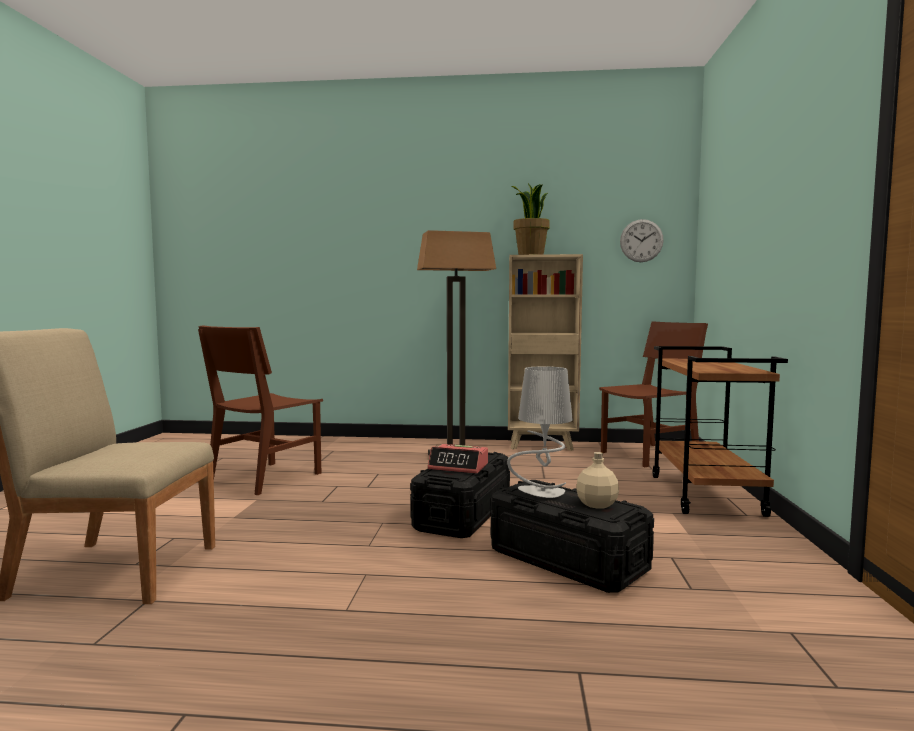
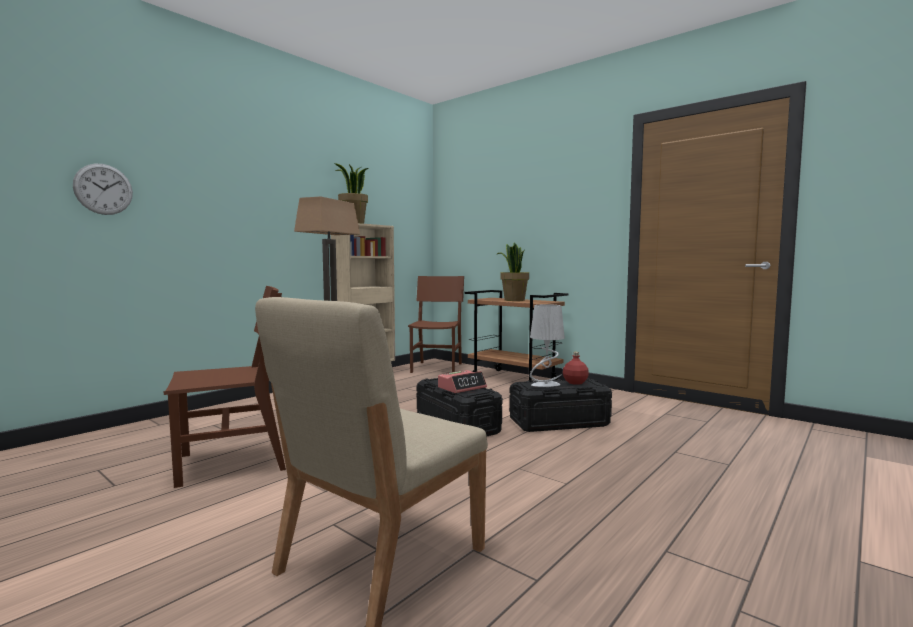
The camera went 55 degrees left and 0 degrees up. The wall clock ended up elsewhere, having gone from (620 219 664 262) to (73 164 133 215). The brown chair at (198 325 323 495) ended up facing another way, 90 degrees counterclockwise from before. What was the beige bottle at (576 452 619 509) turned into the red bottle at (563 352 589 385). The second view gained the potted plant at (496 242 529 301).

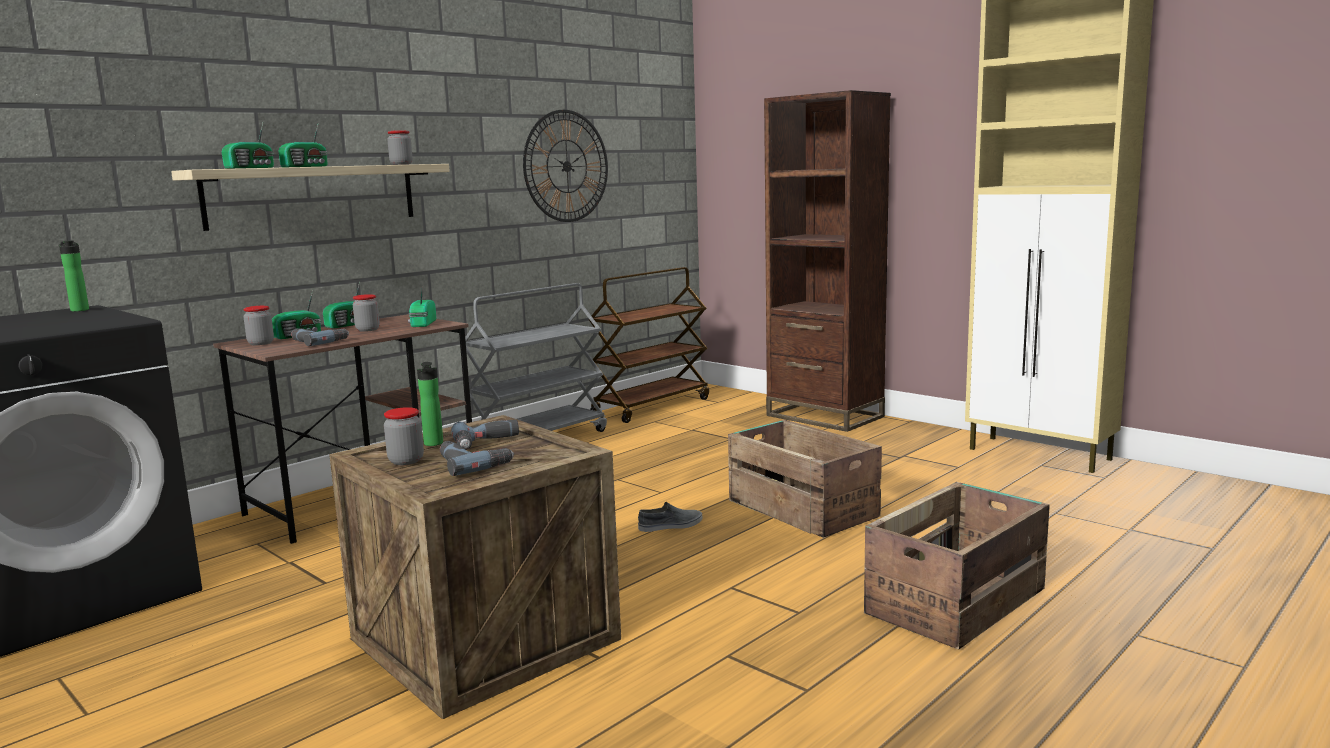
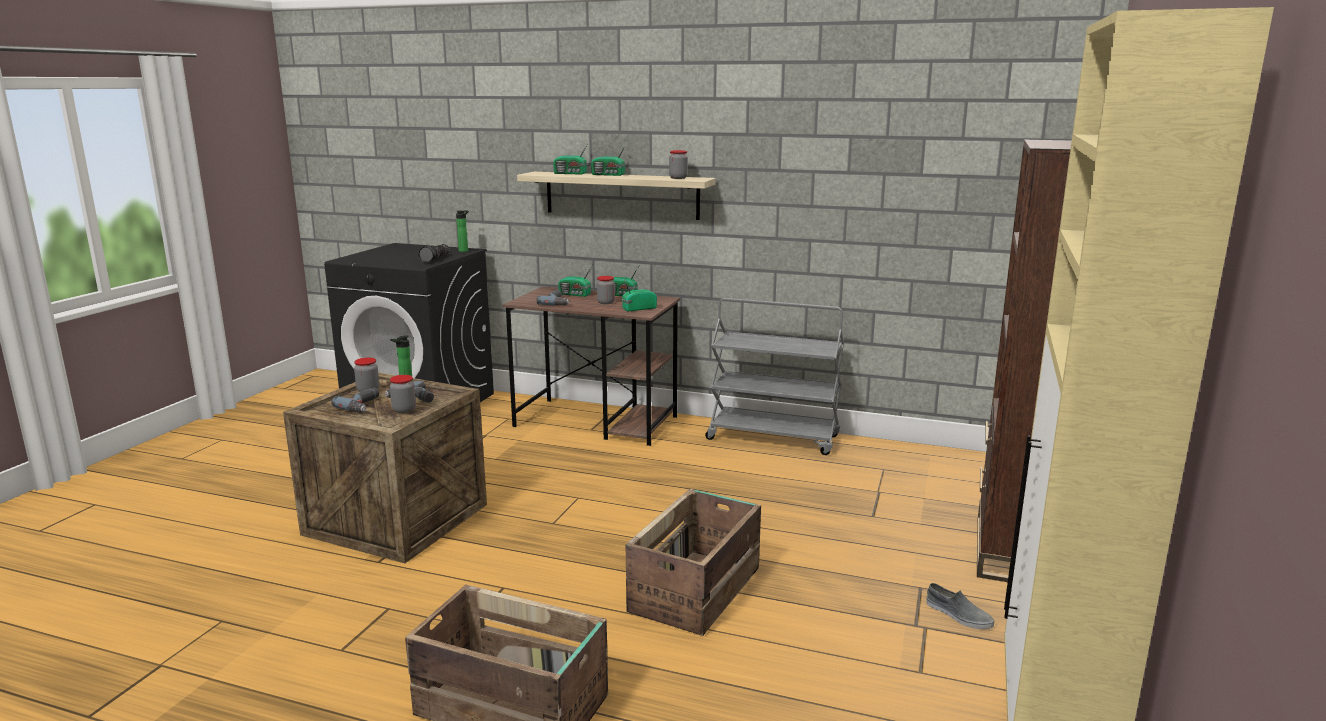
The camera went 65 degrees right and 5 degrees up. The second view lost the wall clock at (523 110 608 222). The second view lost the brown cart at (589 267 709 423). The jar ended up elsewhere, having gone from (243 306 274 345) to (390 375 416 413). The grey shoe ended up elsewhere, having gone from (638 502 703 532) to (926 583 994 629). The second view gained the flashlight at (418 244 449 262).

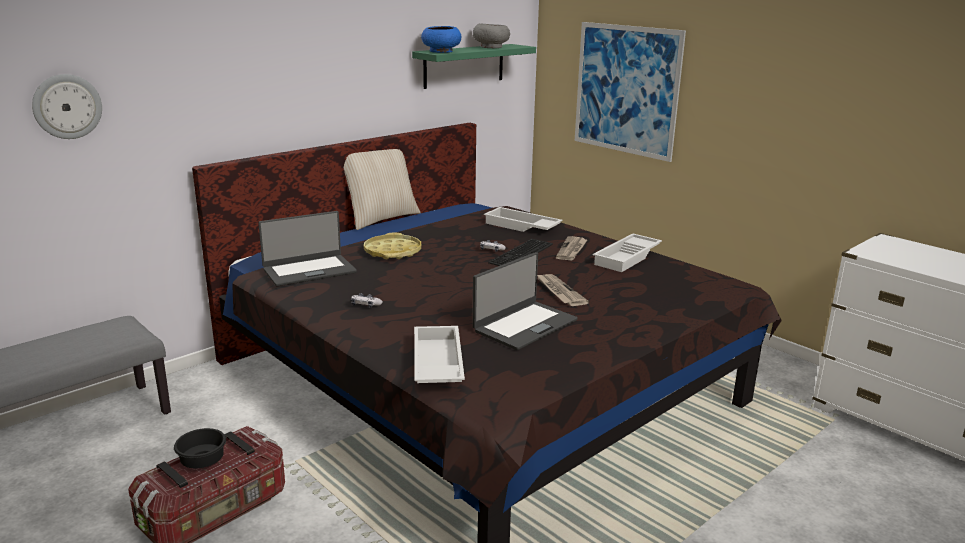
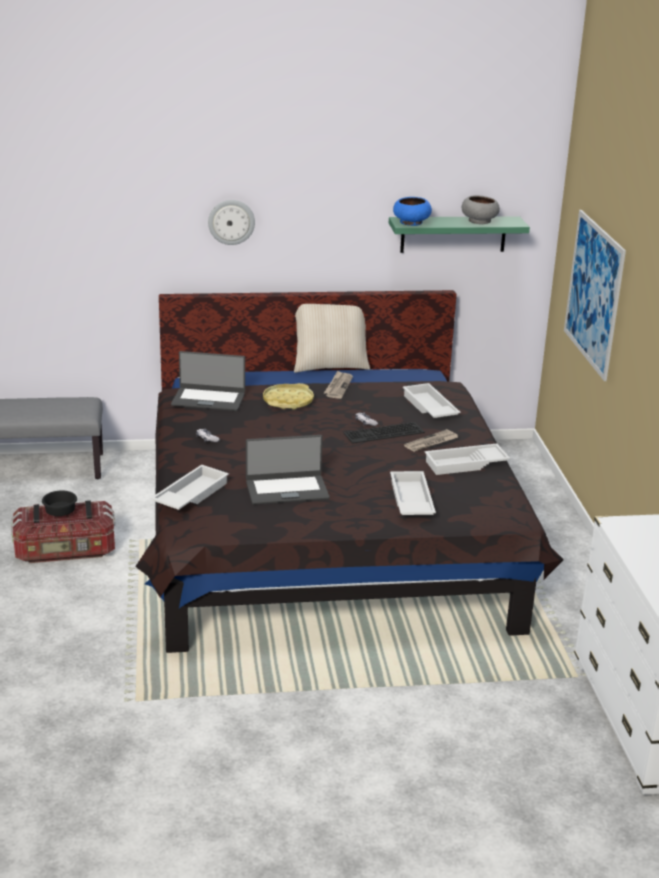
The camera went 35 degrees right and 5 degrees up. The wall clock ended up elsewhere, having gone from (32 74 102 139) to (208 200 255 245). The newspaper ended up elsewhere, having gone from (537 274 589 306) to (324 371 353 399). The second view gained the white tray at (390 471 436 515).

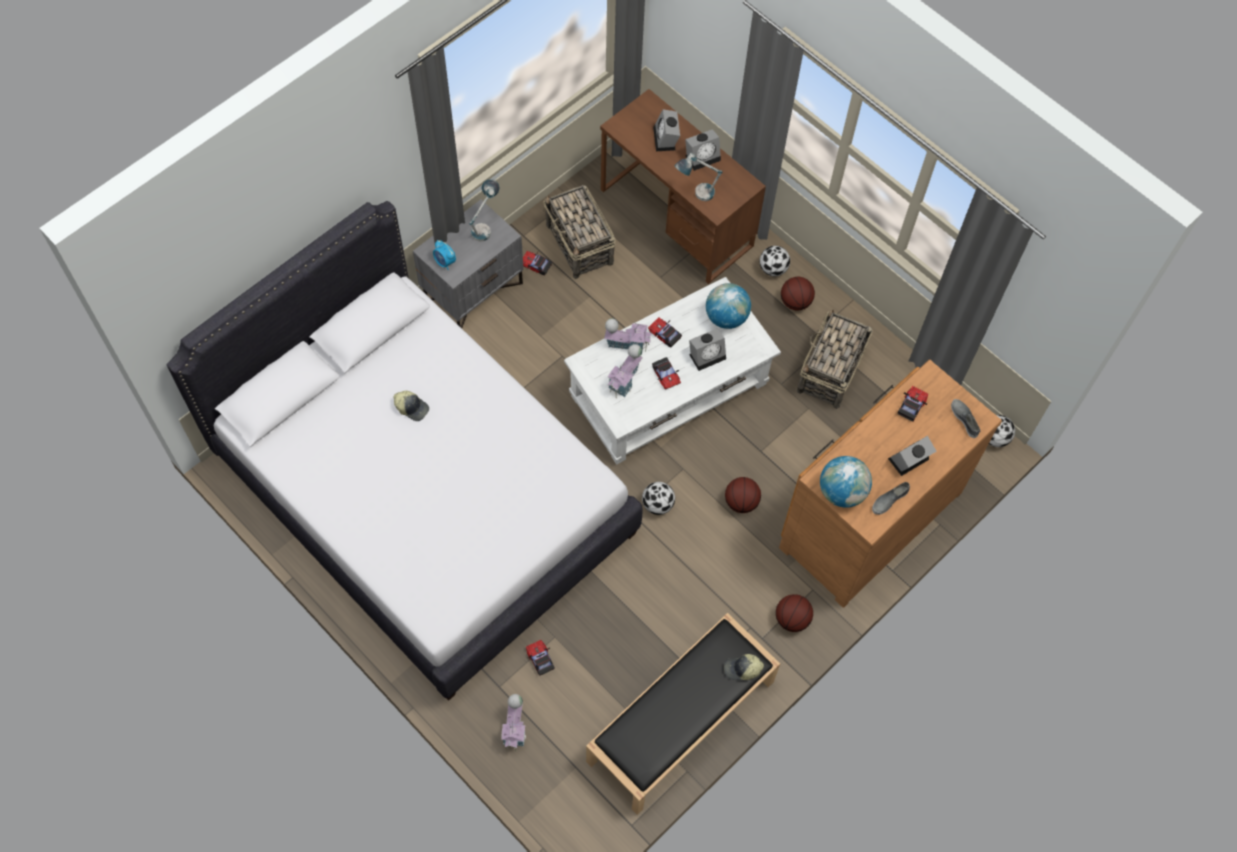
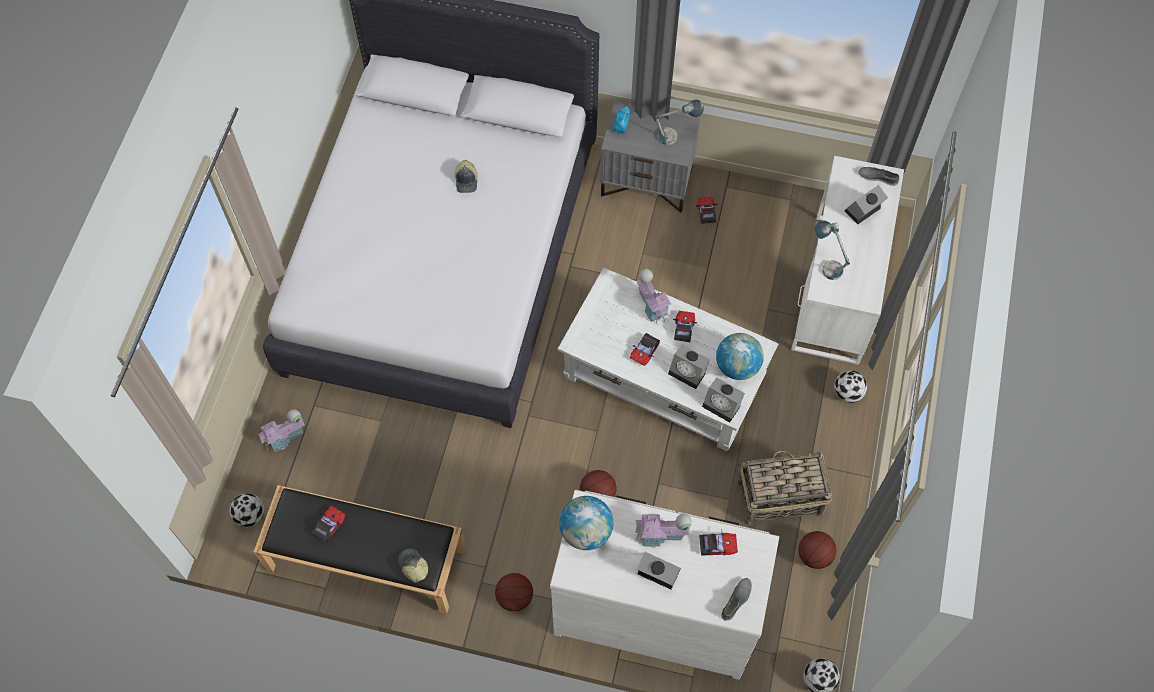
The camera went 60 degrees right and 0 degrees up. What was the brown desk at (600 89 766 284) turned into the white desk at (791 156 904 365). The alarm clock ended up elsewhere, having gone from (685 129 721 171) to (702 377 745 423). The second view lost the basket at (543 185 616 279). The basketball ended up elsewhere, having gone from (781 277 815 310) to (799 531 837 569). The toy house ended up elsewhere, having gone from (608 344 643 398) to (635 514 692 548). What was the brown dresser at (779 360 1002 608) turned into the white dresser at (550 489 779 680). The football ended up elsewhere, having gone from (642 482 675 515) to (229 493 264 527). The grey shoe ended up elsewhere, having gone from (872 482 910 515) to (859 167 899 186). The toy car ended up elsewhere, having gone from (526 640 555 676) to (311 506 345 542).

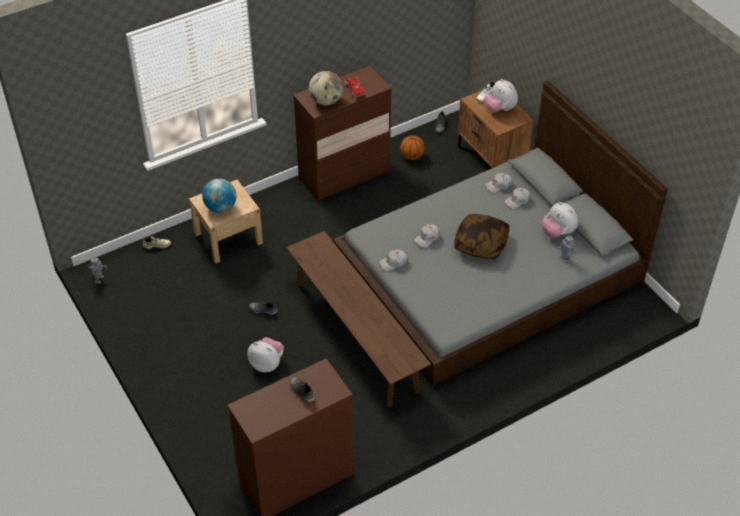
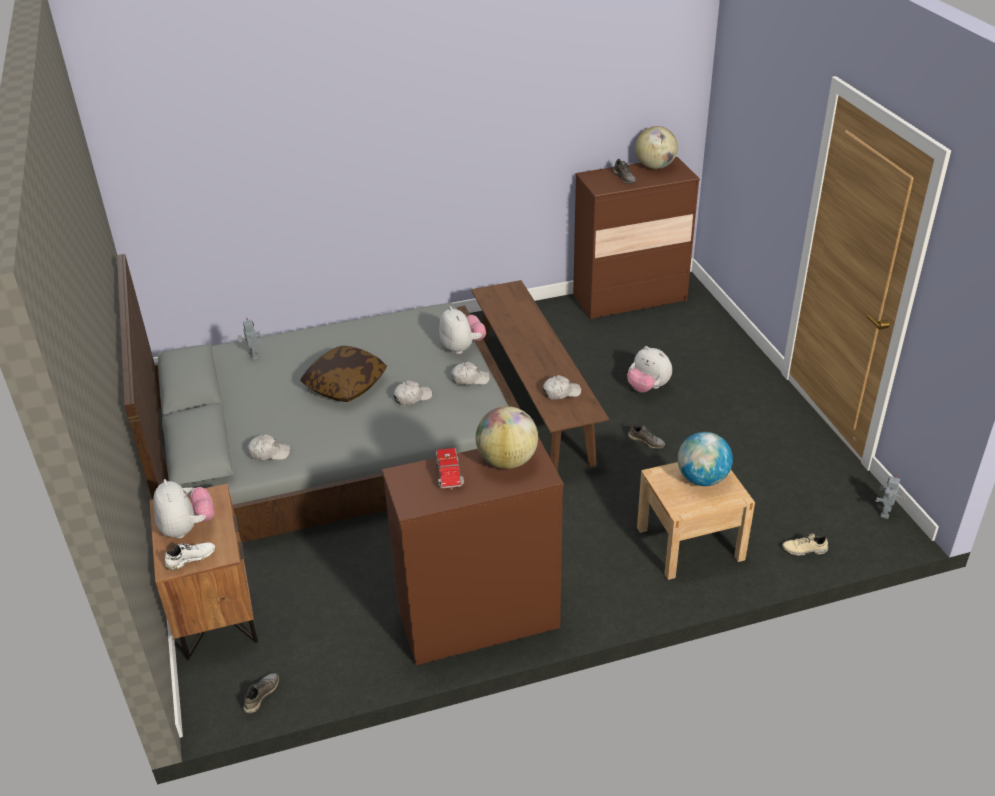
The camera went 165 degrees left and 10 degrees down. The second view lost the basketball at (400 135 425 160). The white cap ended up elsewhere, having gone from (504 188 531 209) to (543 375 581 399). The plush toy ended up elsewhere, having gone from (541 202 578 238) to (439 306 486 354). The second view gained the globe at (635 126 678 169).

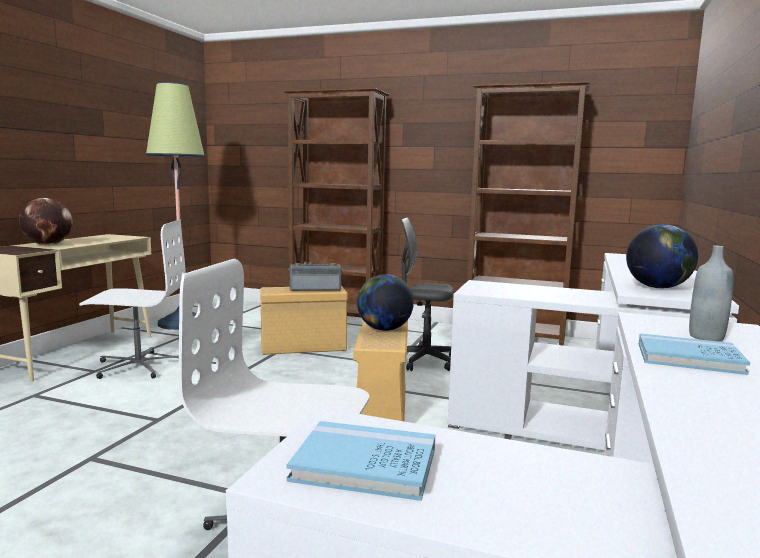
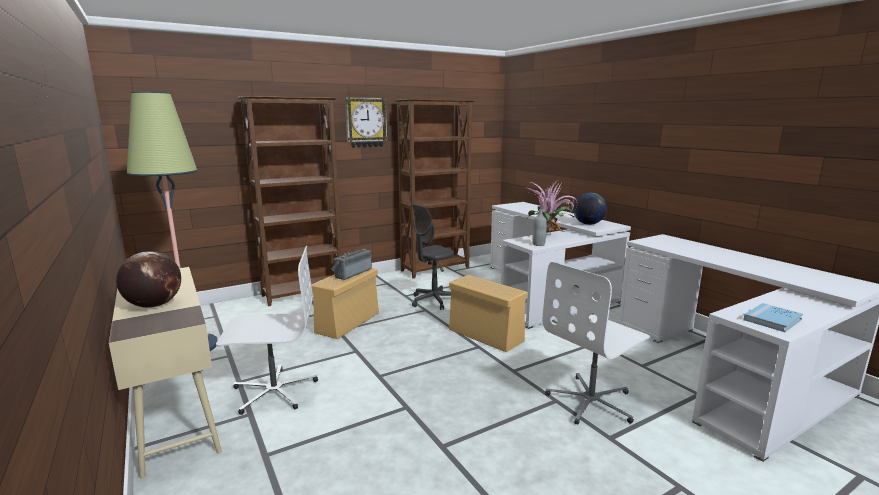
The camera went 50 degrees left and 5 degrees up. The white office chair at (79 220 186 379) ended up facing another way, 45 degrees clockwise from before. The grey bottle ended up elsewhere, having gone from (689 246 734 341) to (532 209 547 246). The second view lost the globe at (357 274 414 331). The second view lost the blue book at (639 333 750 375). The second view gained the wall clock at (345 97 388 148). The second view gained the potted plant at (526 180 577 235).

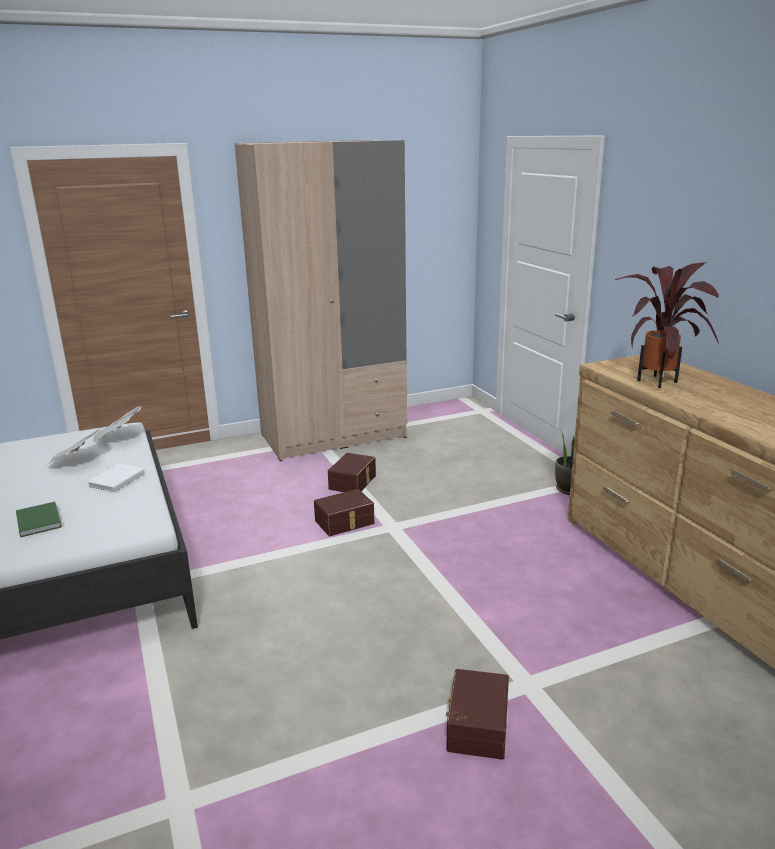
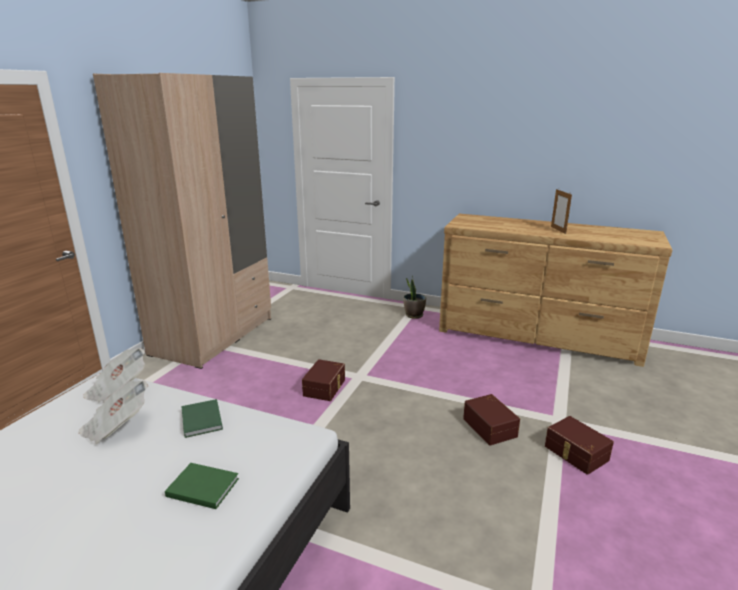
The camera went 45 degrees left and 0 degrees up. The second view lost the potted plant at (615 262 719 388). The brown storage box ended up elsewhere, having gone from (328 453 376 492) to (463 394 520 445). What was the white book at (87 464 145 492) turned into the green book at (181 399 223 438). The second view gained the picture frame at (551 189 572 234).

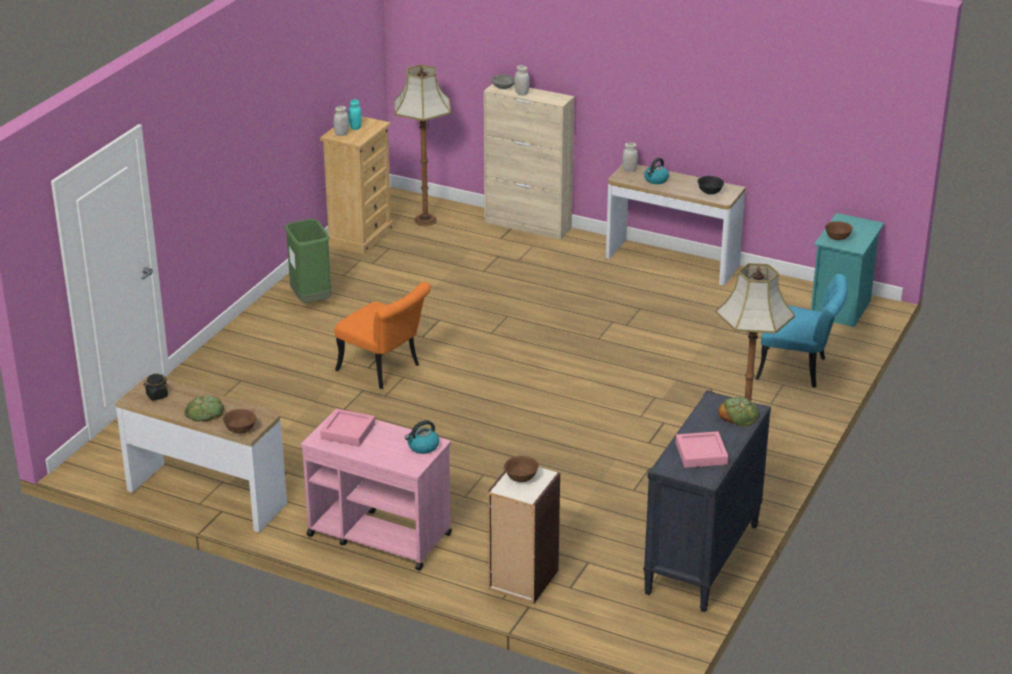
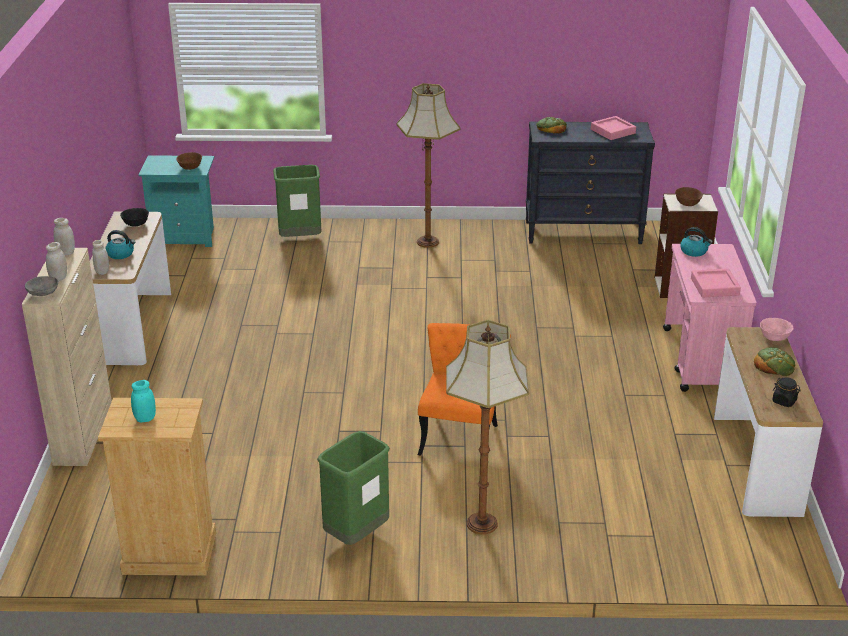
The camera went 115 degrees left and 0 degrees up. The floor lamp ended up elsewhere, having gone from (394 65 451 226) to (446 320 529 535). The white jar ended up elsewhere, having gone from (333 106 349 136) to (53 218 75 255). Where the turquoise chair stood at (756 274 848 388), the green trash can came to stand at (273 165 322 237). What was the brown bowl at (223 409 257 434) turned into the pink bowl at (760 318 793 341).

